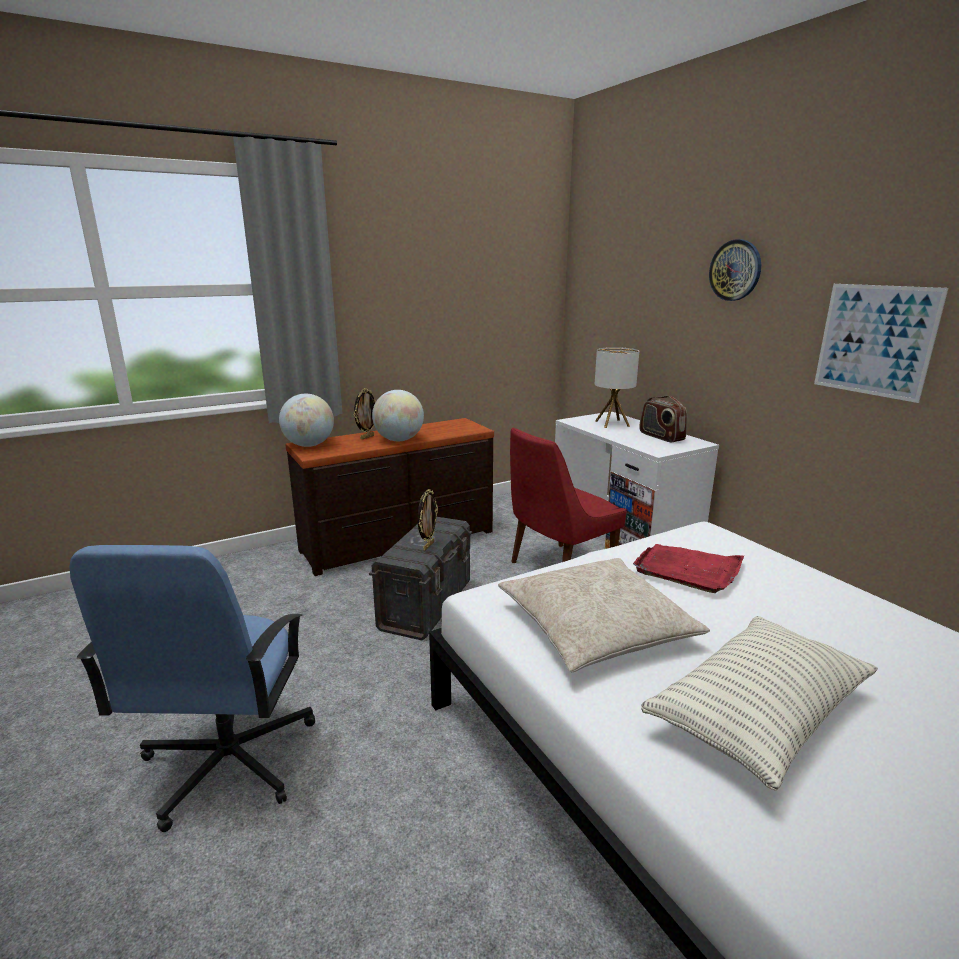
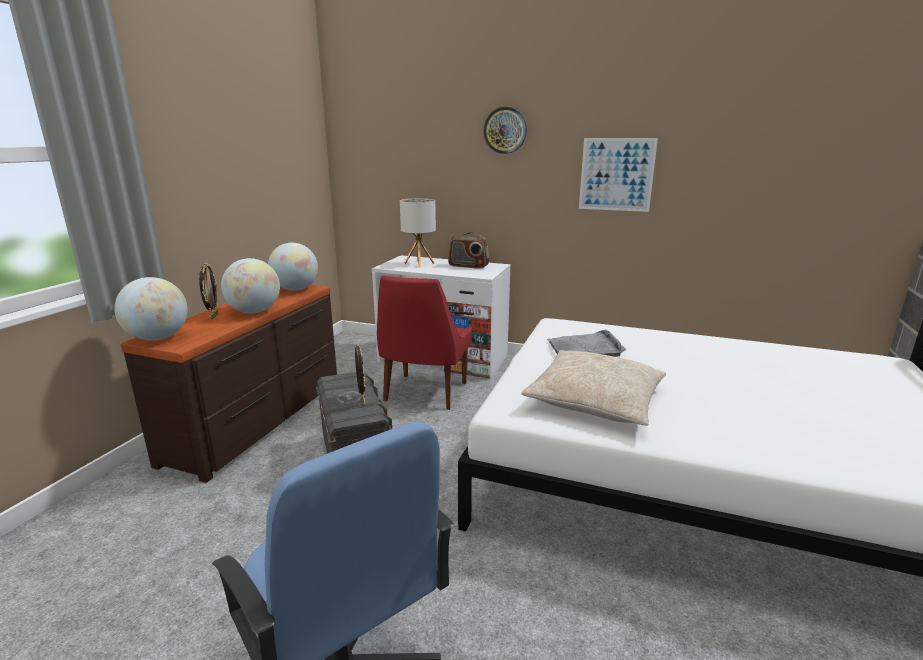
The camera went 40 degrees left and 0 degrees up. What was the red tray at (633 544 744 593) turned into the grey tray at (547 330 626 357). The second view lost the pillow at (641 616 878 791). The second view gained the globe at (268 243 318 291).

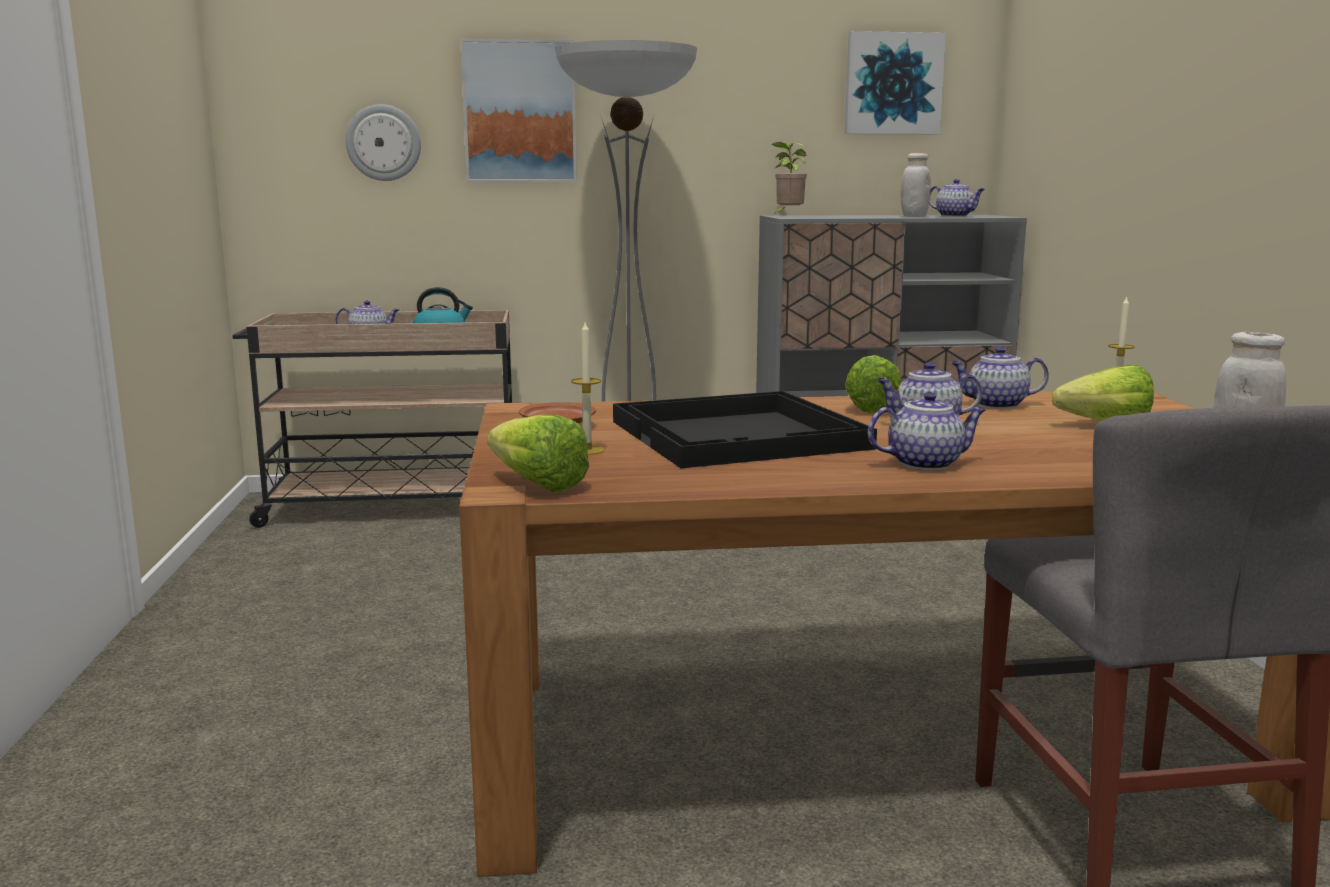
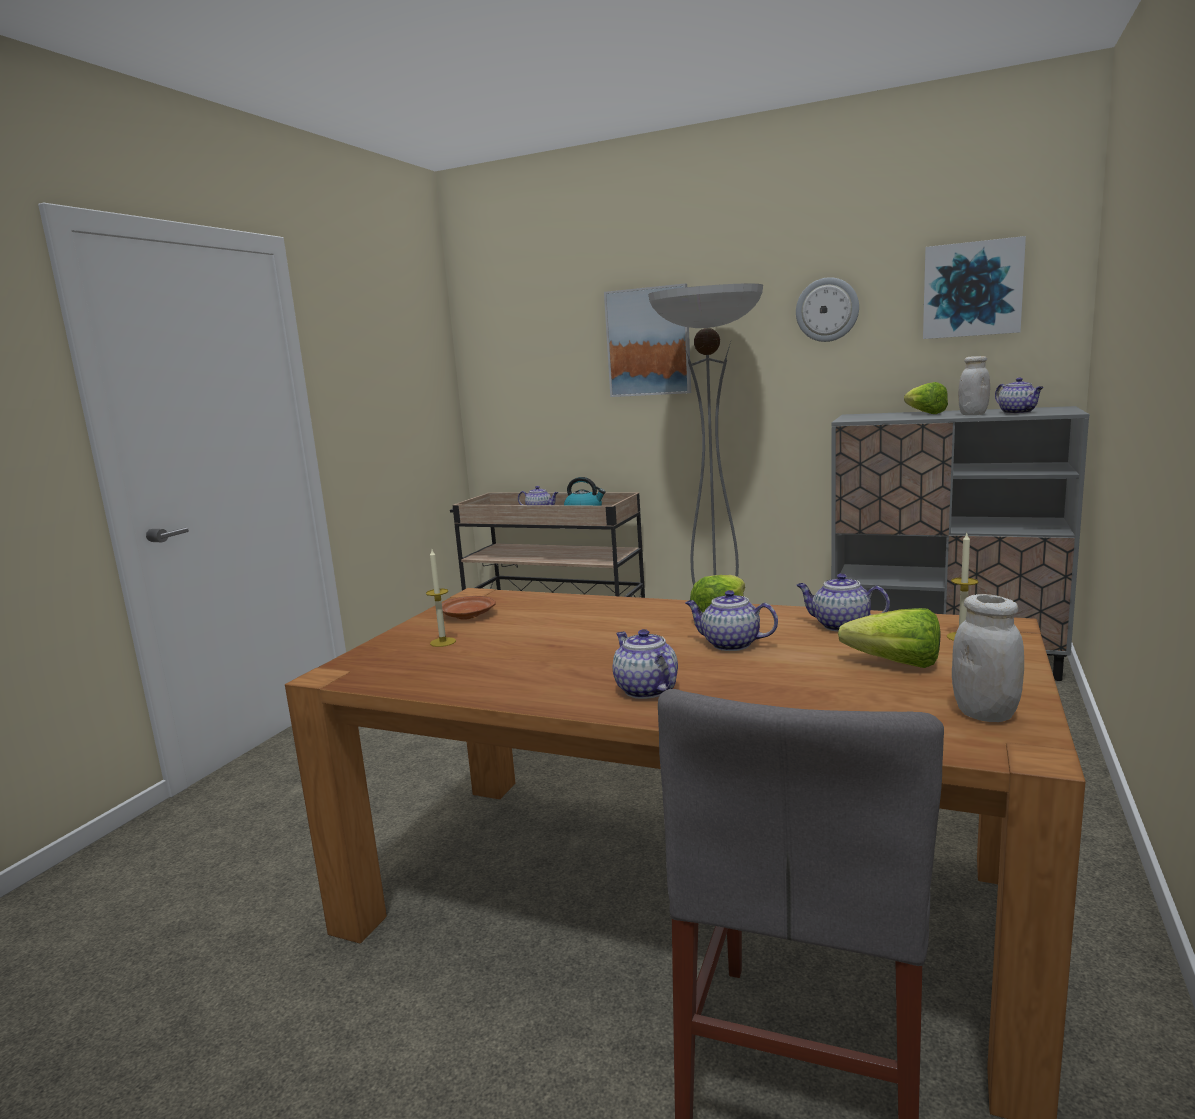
The camera went 30 degrees right and 0 degrees up. The wall clock ended up elsewhere, having gone from (345 104 421 181) to (796 277 859 342). The second view lost the potted plant at (771 142 807 215). The second view lost the black tray at (613 391 877 468). The teapot at (868 392 986 470) ended up facing another way, 135 degrees counterclockwise from before. The lettuce ended up elsewhere, having gone from (487 414 589 492) to (904 382 948 414).

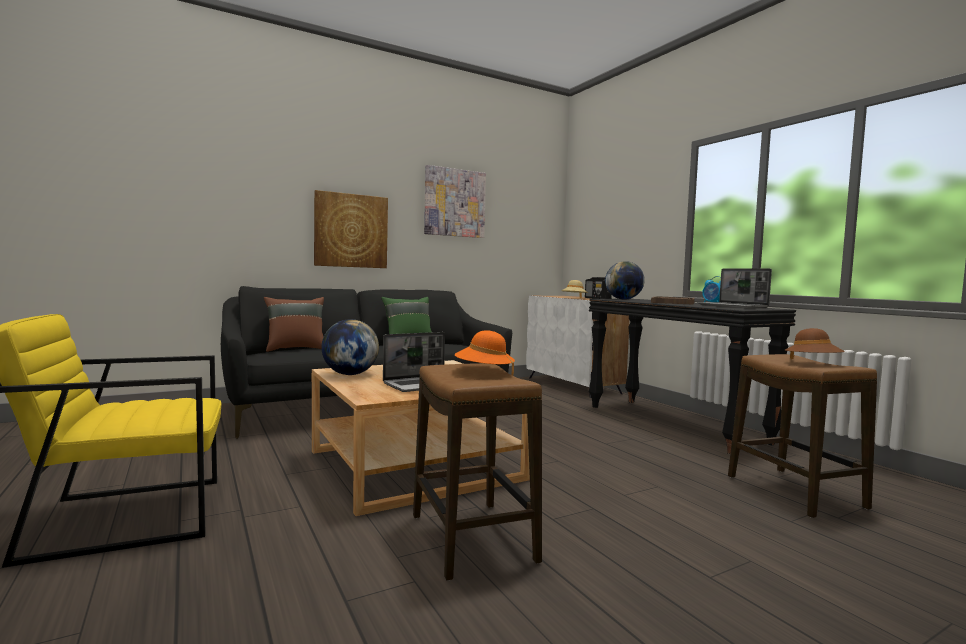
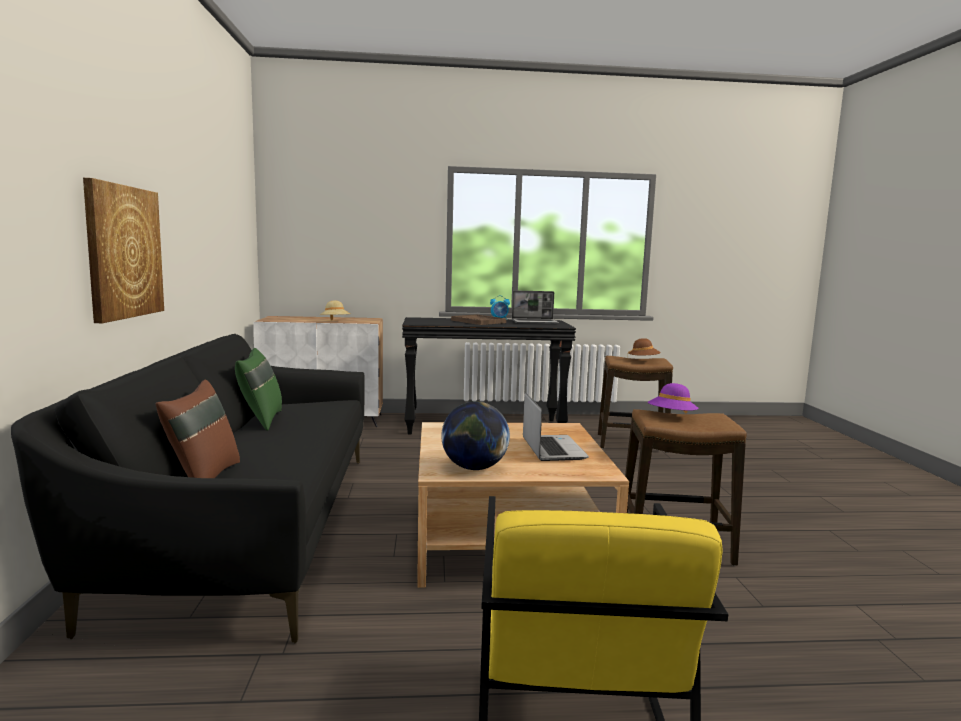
The camera went 65 degrees left and 5 degrees up. The second view lost the picture at (424 165 486 238). The second view lost the globe at (605 261 645 300). The second view lost the radio at (585 277 612 299). What was the orange hat at (454 330 515 376) turned into the purple hat at (648 383 699 414).

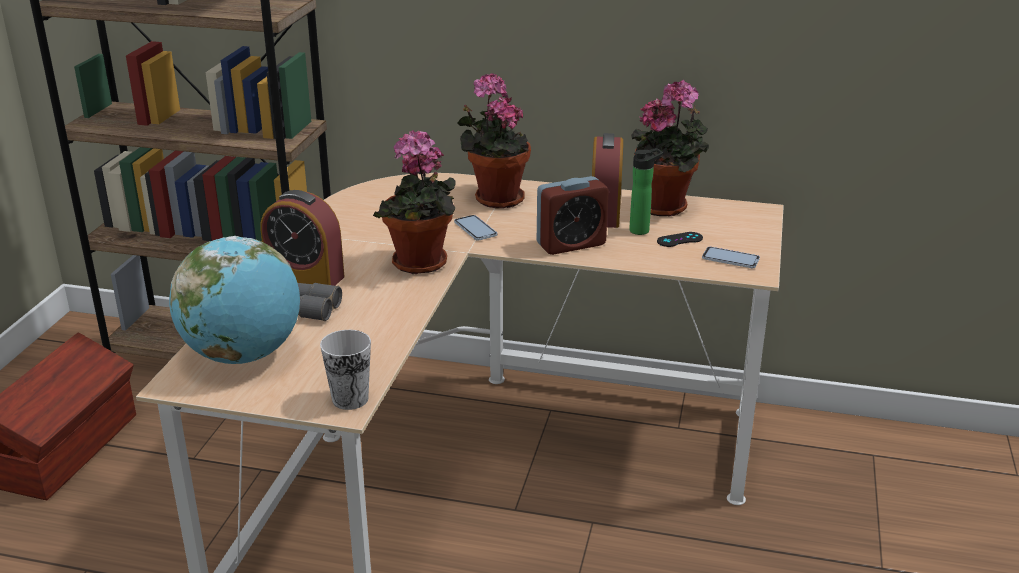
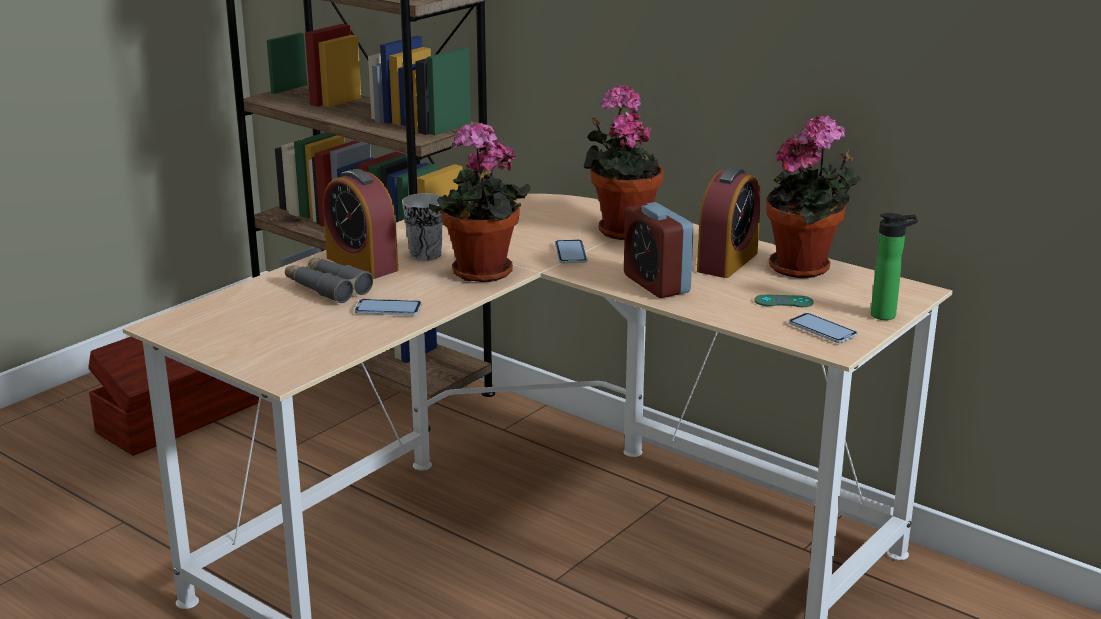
The camera went 25 degrees right and 5 degrees down. The bottle ended up elsewhere, having gone from (629 148 663 235) to (871 213 918 320). The alarm clock at (537 176 609 255) ended up facing another way, 60 degrees clockwise from before. What was the black game controller at (657 232 703 247) turned into the green game controller at (754 294 814 307). The second view lost the globe at (169 236 300 364). The cup ended up elsewhere, having gone from (320 330 371 410) to (402 193 443 261). The second view gained the phone at (355 299 422 315).

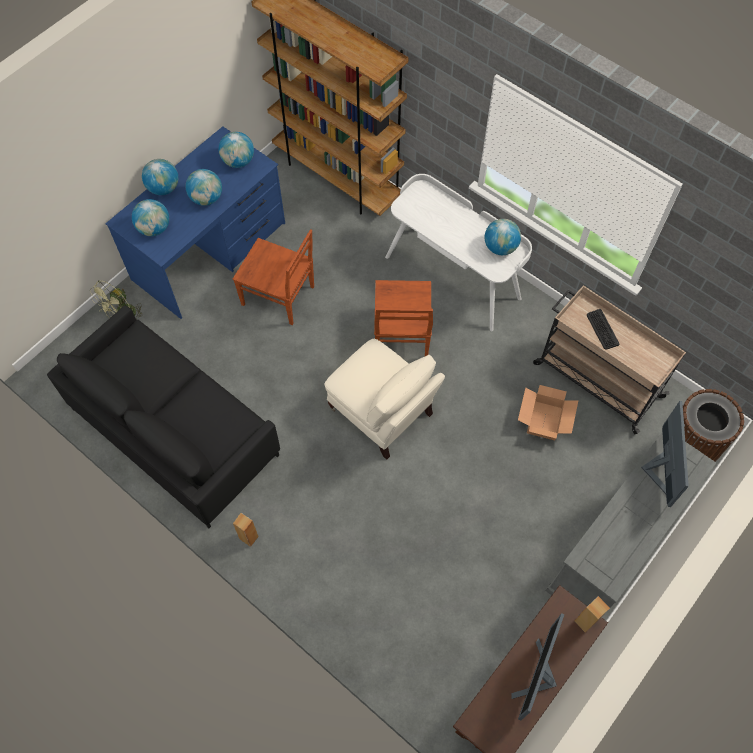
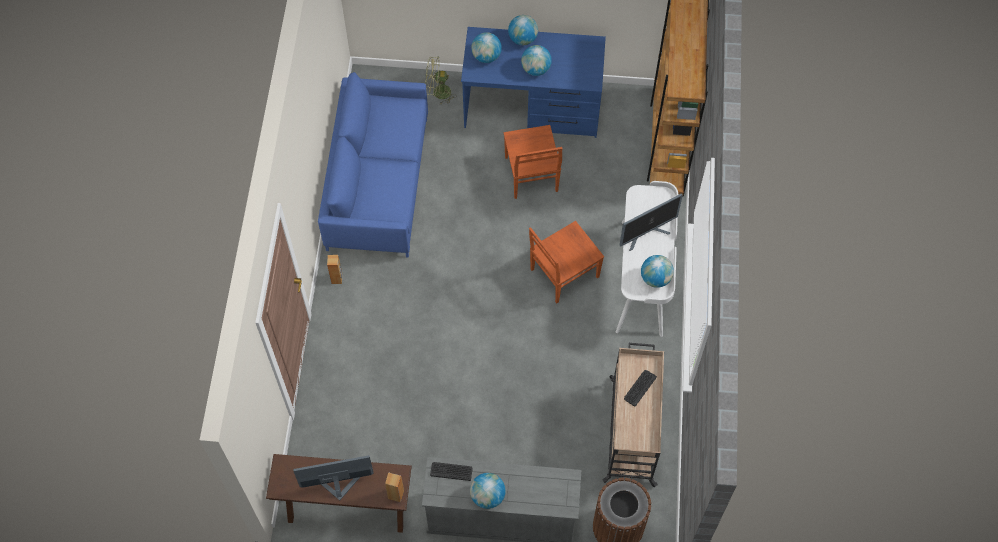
The camera went 55 degrees right and 0 degrees up. The globe ended up elsewhere, having gone from (219 132 254 168) to (470 473 506 509). What was the black sofa at (47 306 280 528) turned into the blue sofa at (318 72 428 258). The second view lost the beige armchair at (324 339 445 460). The second view lost the cardboard box at (518 385 579 440). The monitor ended up elsewhere, having gone from (641 401 689 507) to (620 193 683 251). The second view gained the keyboard at (430 462 473 481).

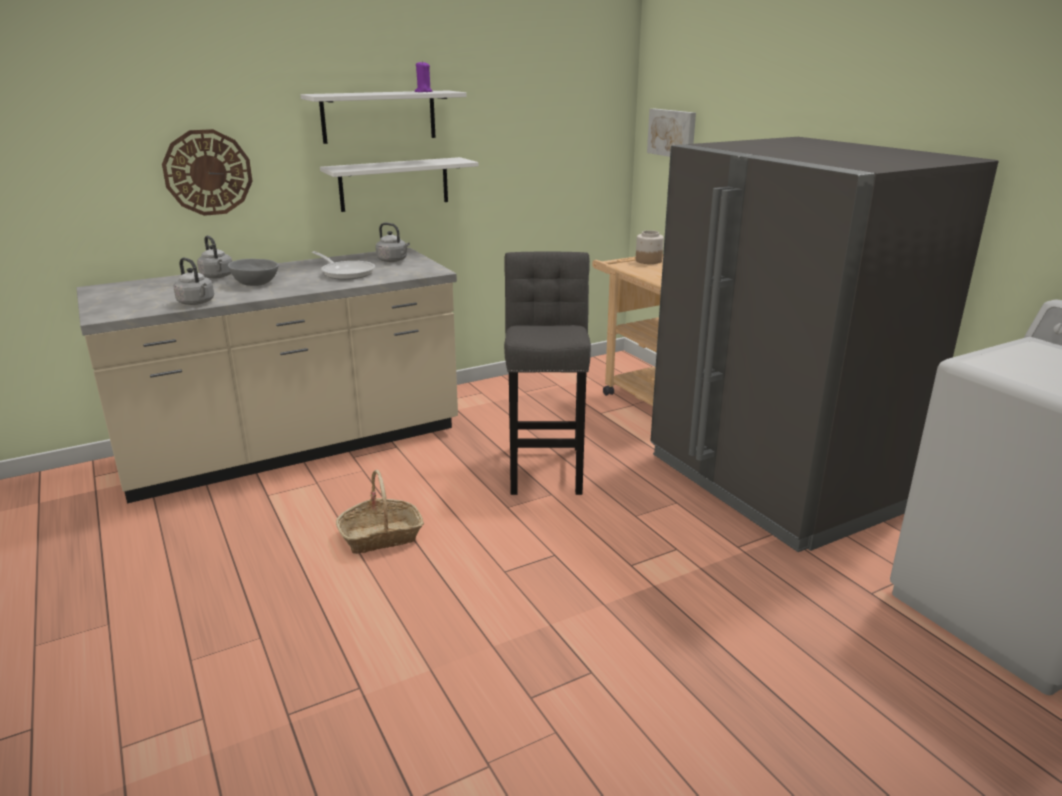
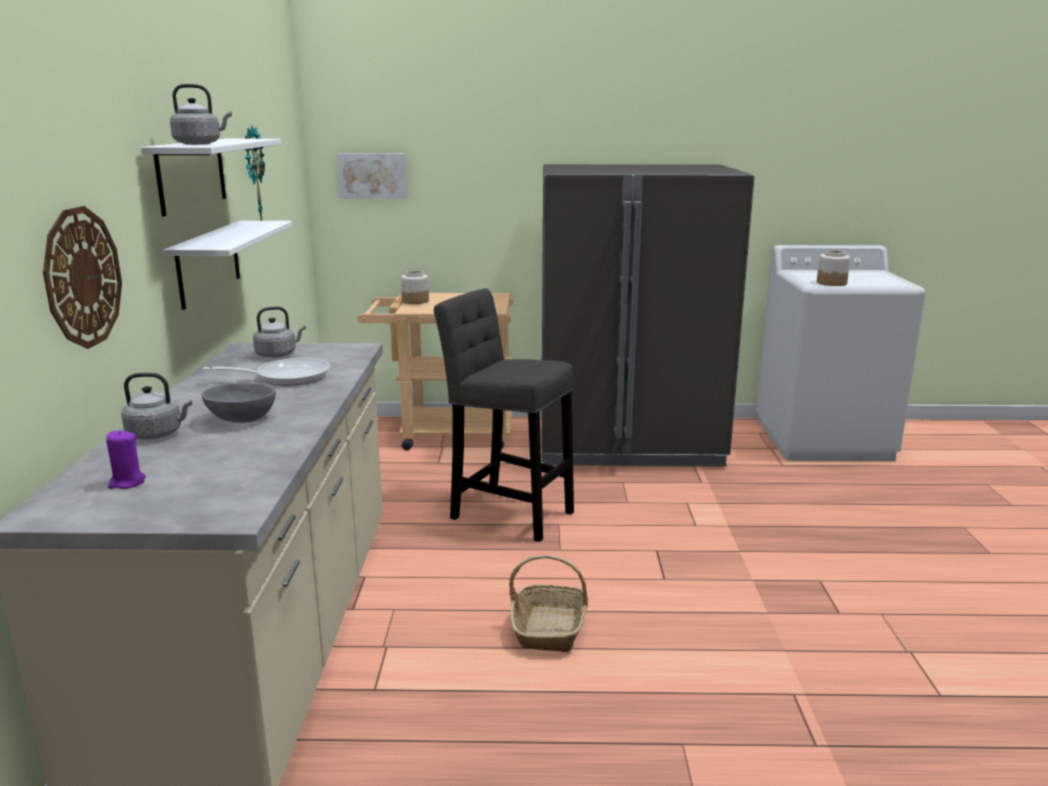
The camera went 60 degrees left and 5 degrees down. The purple candle ended up elsewhere, having gone from (415 61 432 92) to (106 430 146 489). The grey kettle ended up elsewhere, having gone from (174 258 214 305) to (170 84 232 145). The second view gained the wall clock at (245 126 265 221). The second view gained the jar at (817 250 850 286).

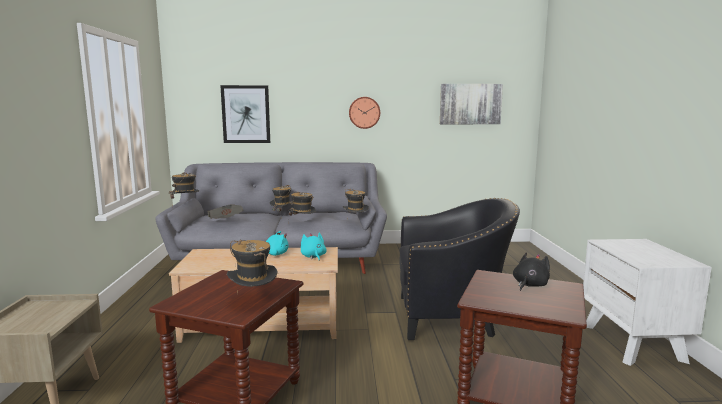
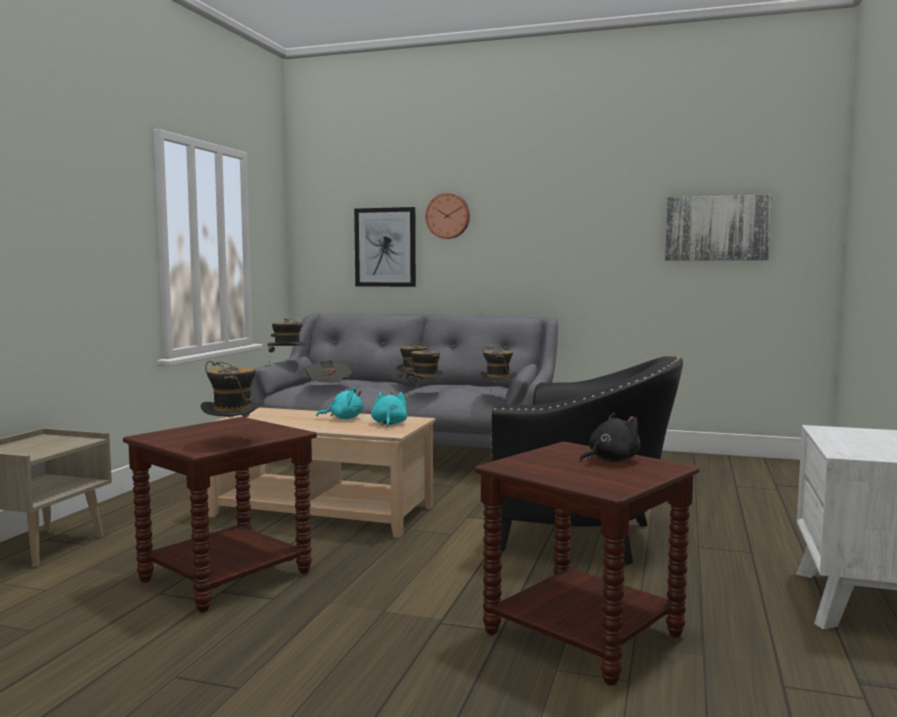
The camera went 20 degrees right and 5 degrees down. The wall clock ended up elsewhere, having gone from (349 97 380 129) to (425 193 470 239).

